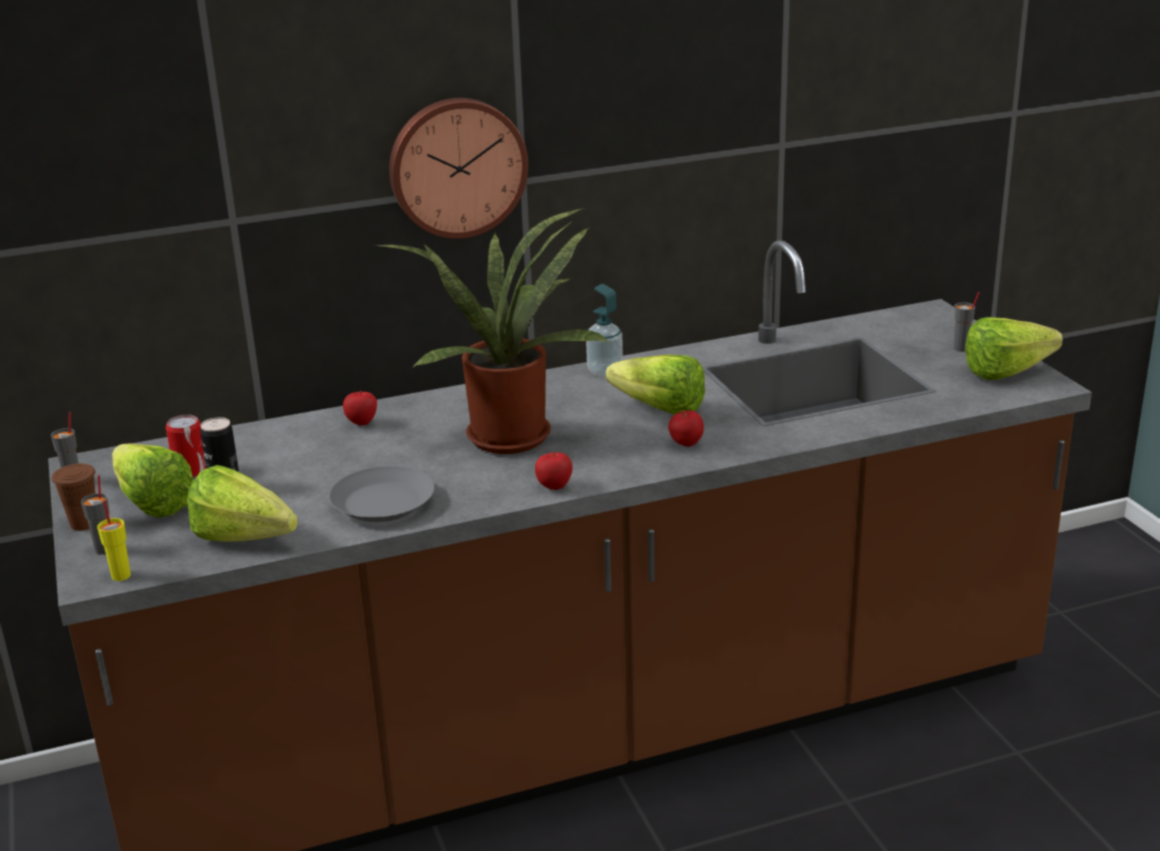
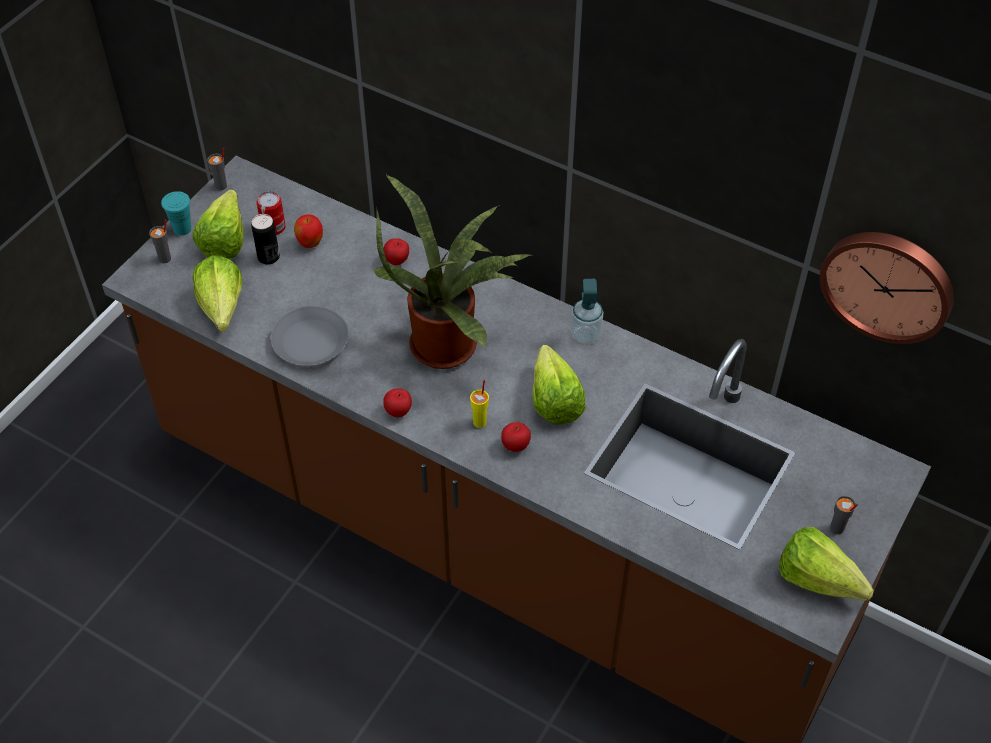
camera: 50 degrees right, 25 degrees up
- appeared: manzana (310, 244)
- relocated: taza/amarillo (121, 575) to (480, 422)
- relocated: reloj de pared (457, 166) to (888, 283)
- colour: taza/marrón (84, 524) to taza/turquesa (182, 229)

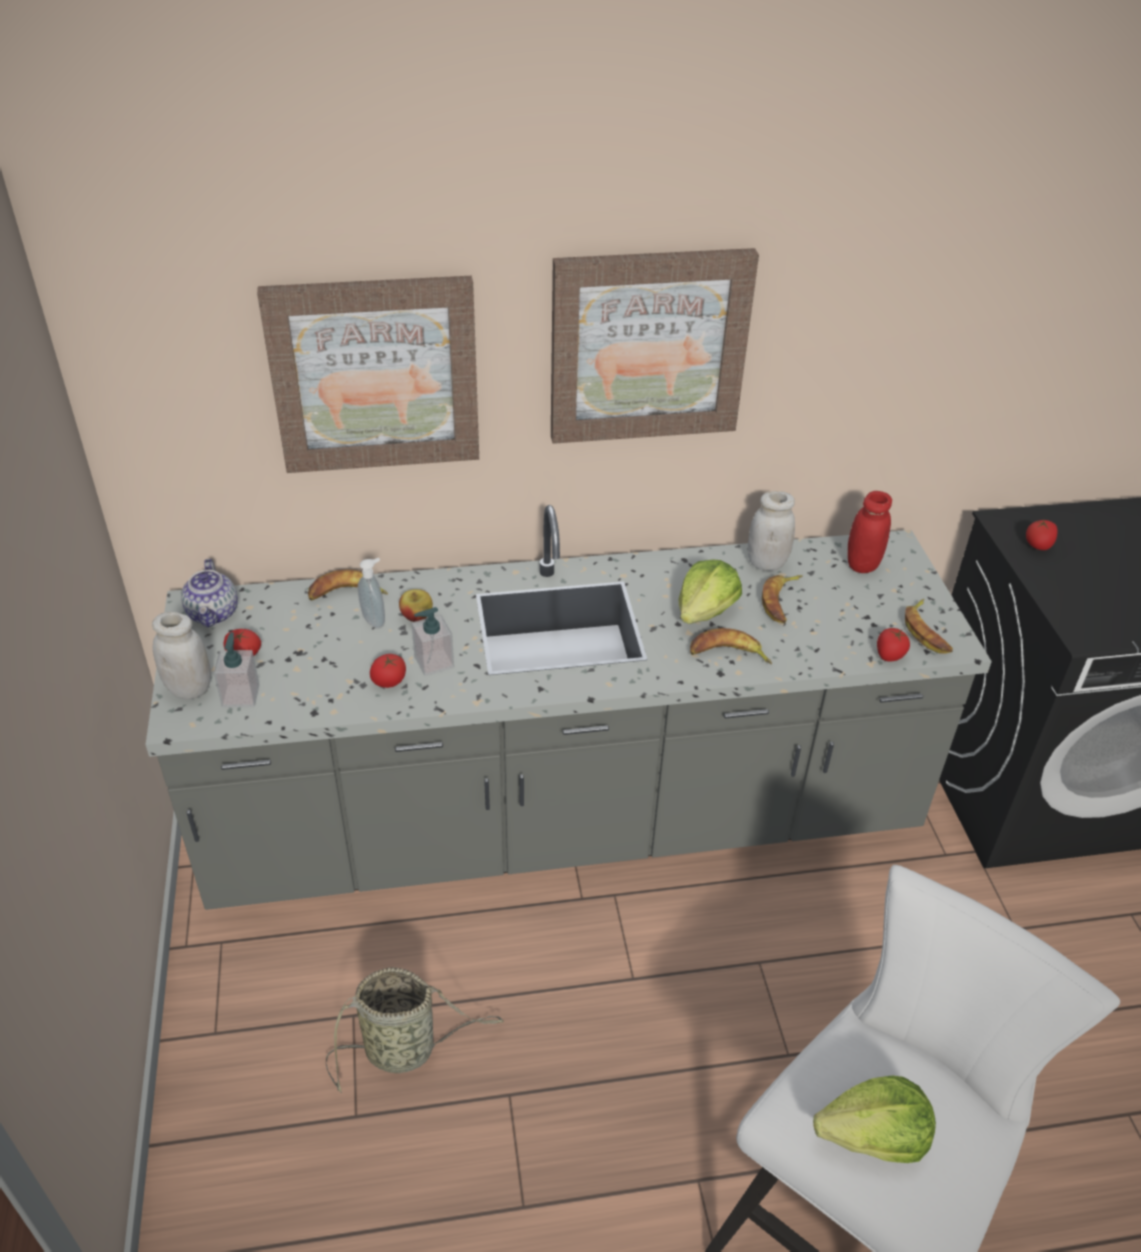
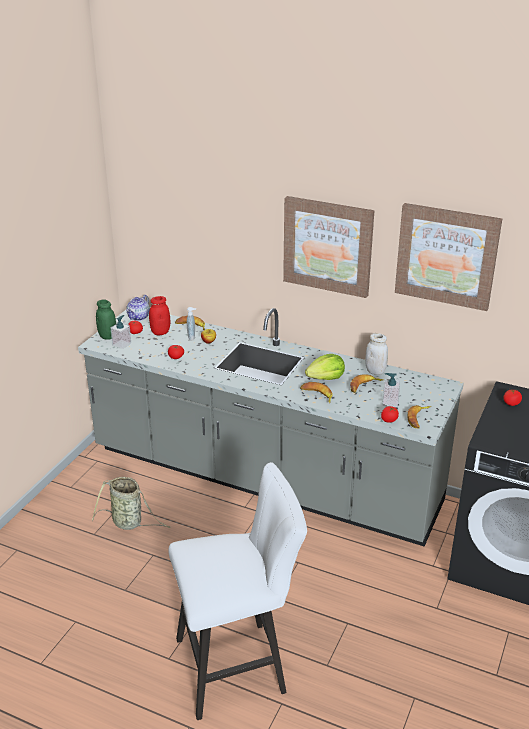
camera: 35 degrees right, 10 degrees down
- missing: lechuga (873, 1137)
- relocated: cuadro (375, 374) to (446, 256)
- relocated: dispensador de jabón (434, 662) to (390, 402)
- relocated: tarro/rojo (862, 564) to (160, 332)
- colour: tarro/blanco (189, 689) to tarro/verde (107, 336)

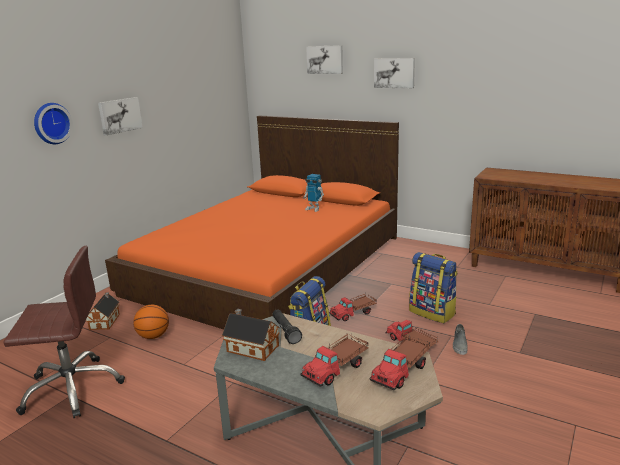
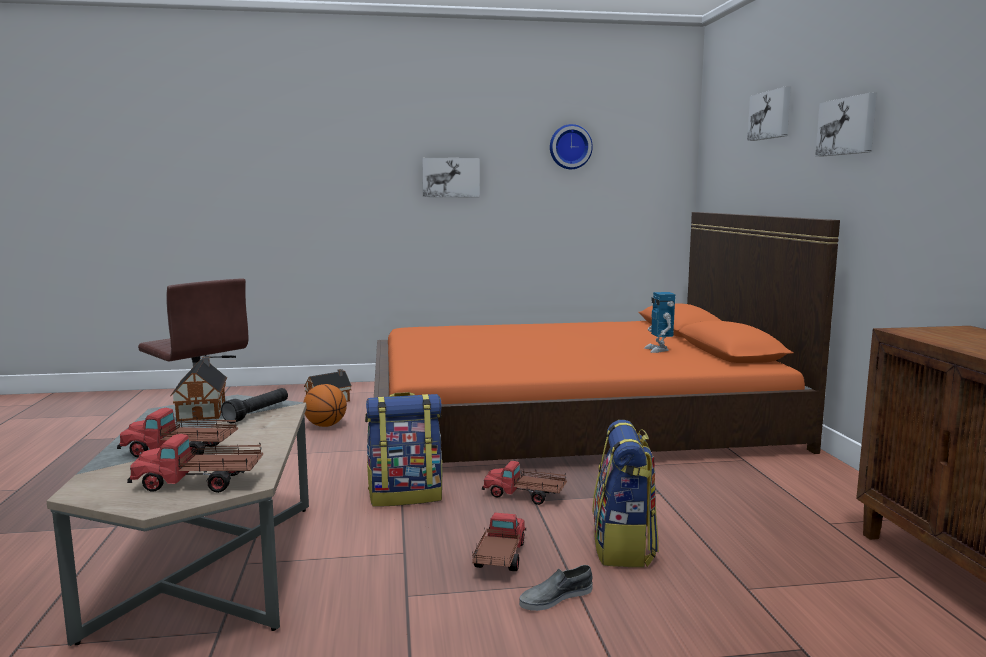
camera: 50 degrees right, 10 degrees down
- relocated: reloj de pared (51, 123) to (570, 147)

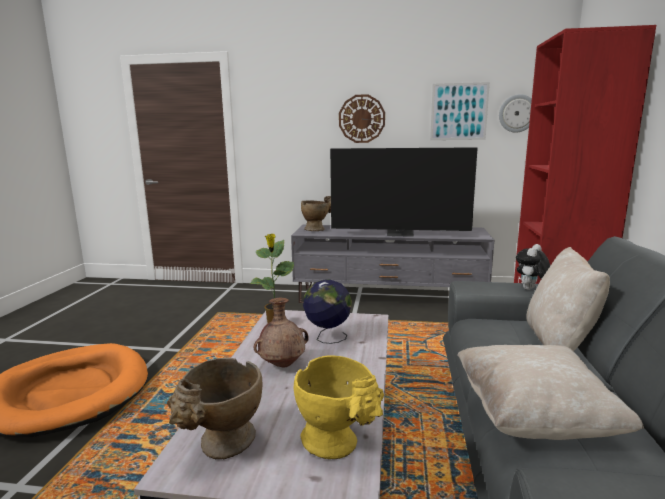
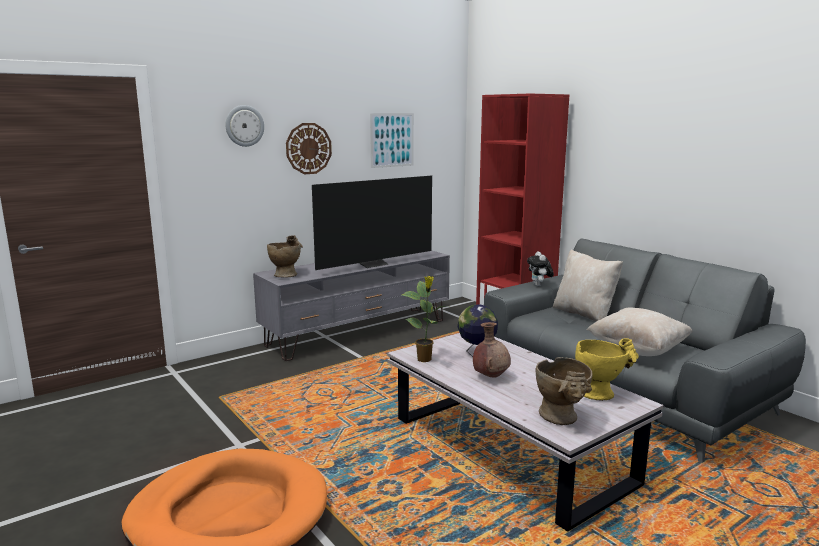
camera: 45 degrees left, 0 degrees up
- relocated: reloj de pared (517, 113) to (244, 126)

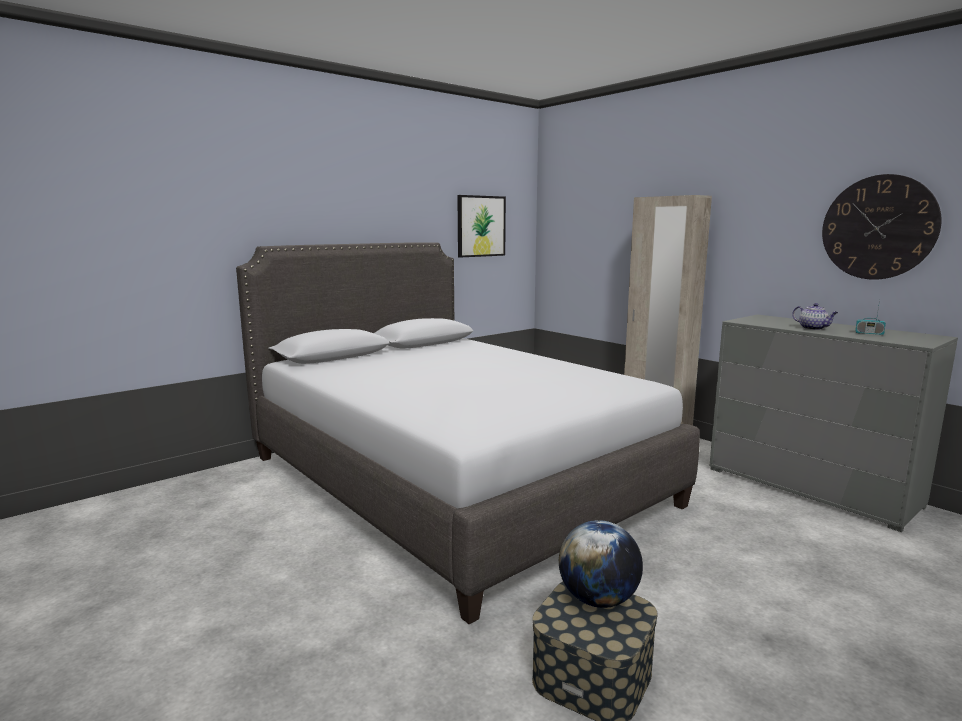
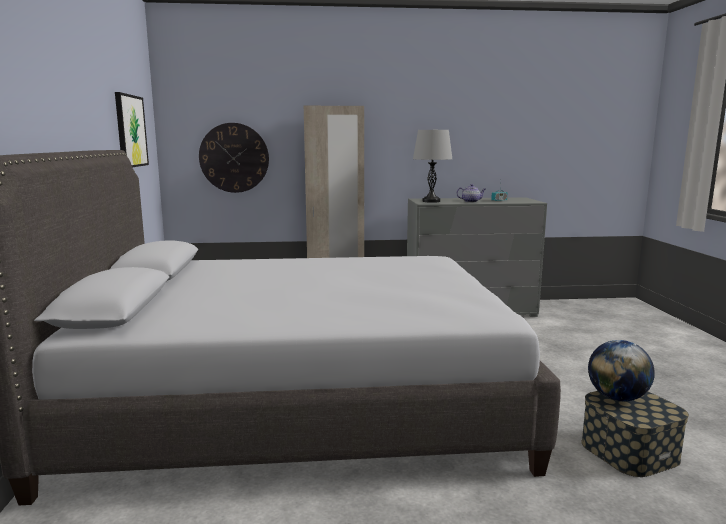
camera: 55 degrees left, 0 degrees up
- appeared: lámpara de mesa/gris (431, 201)
- relocated: reloj de pared (878, 227) to (234, 158)

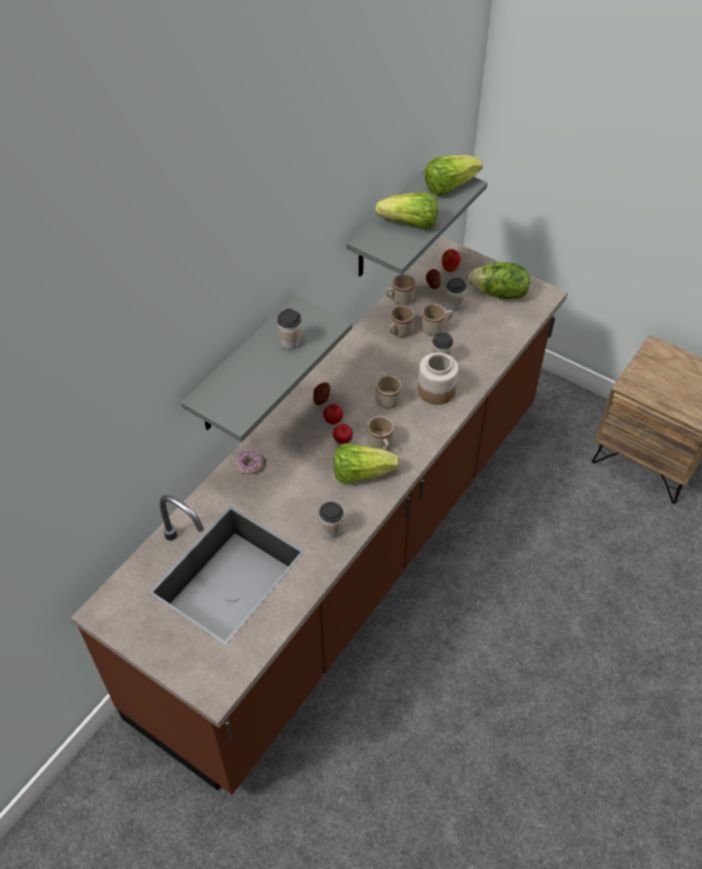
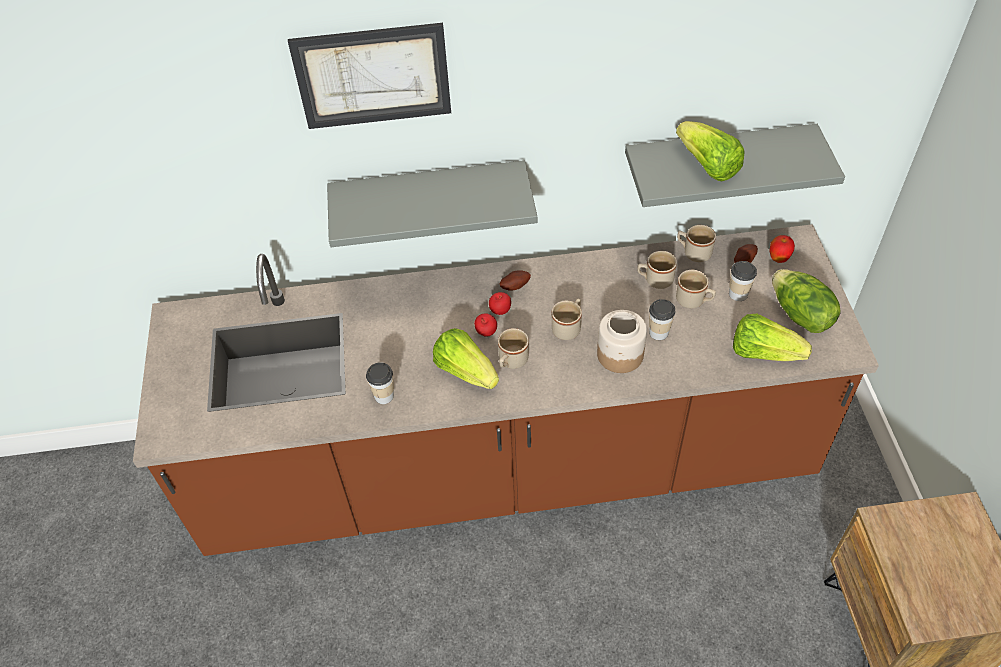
camera: 50 degrees right, 0 degrees up
- missing: rosquilla (249, 465)
- missing: taza (290, 342)
- appeared: cuadro (373, 76)
- relocated: lechuga (449, 186) to (763, 352)

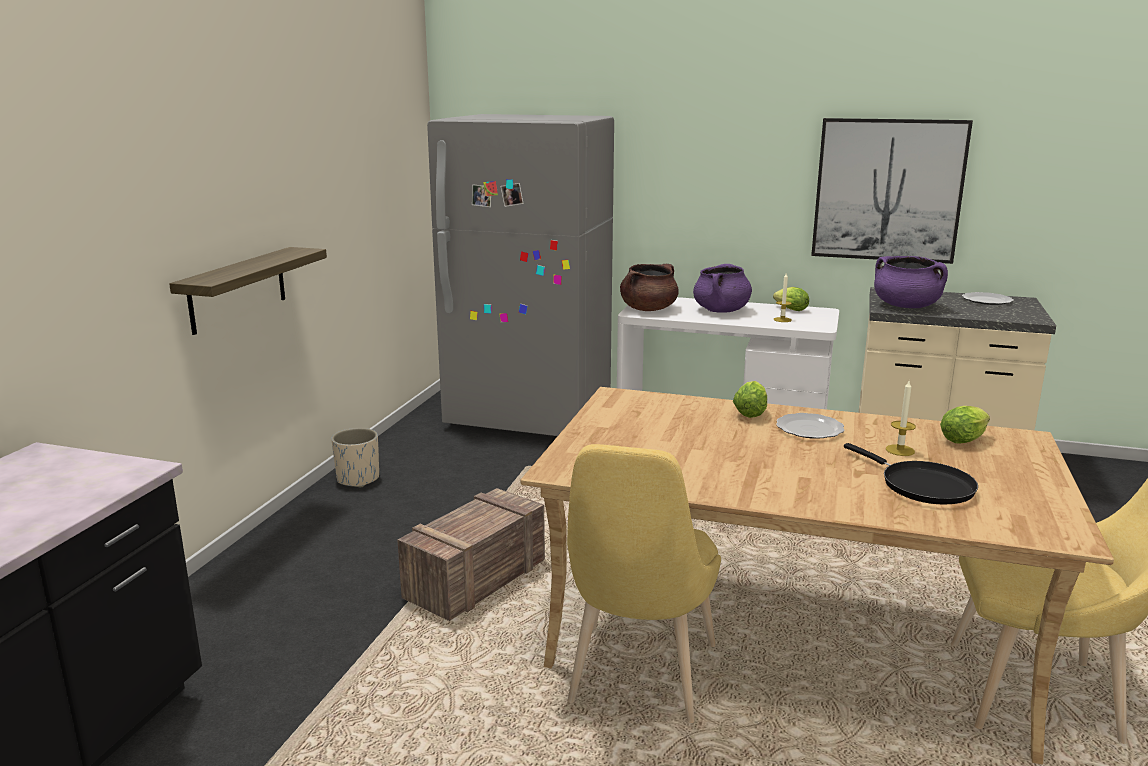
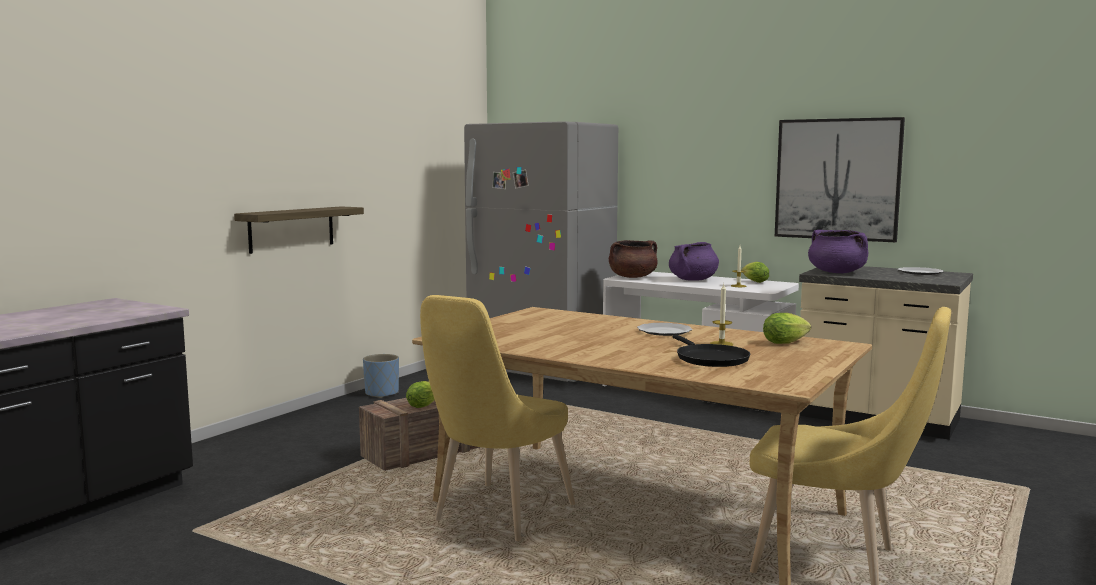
camera: 15 degrees right, 10 degrees down
- relocated: lechuga (751, 412) to (425, 405)
- colour: maceta/beis (358, 479) to maceta/azul (382, 393)

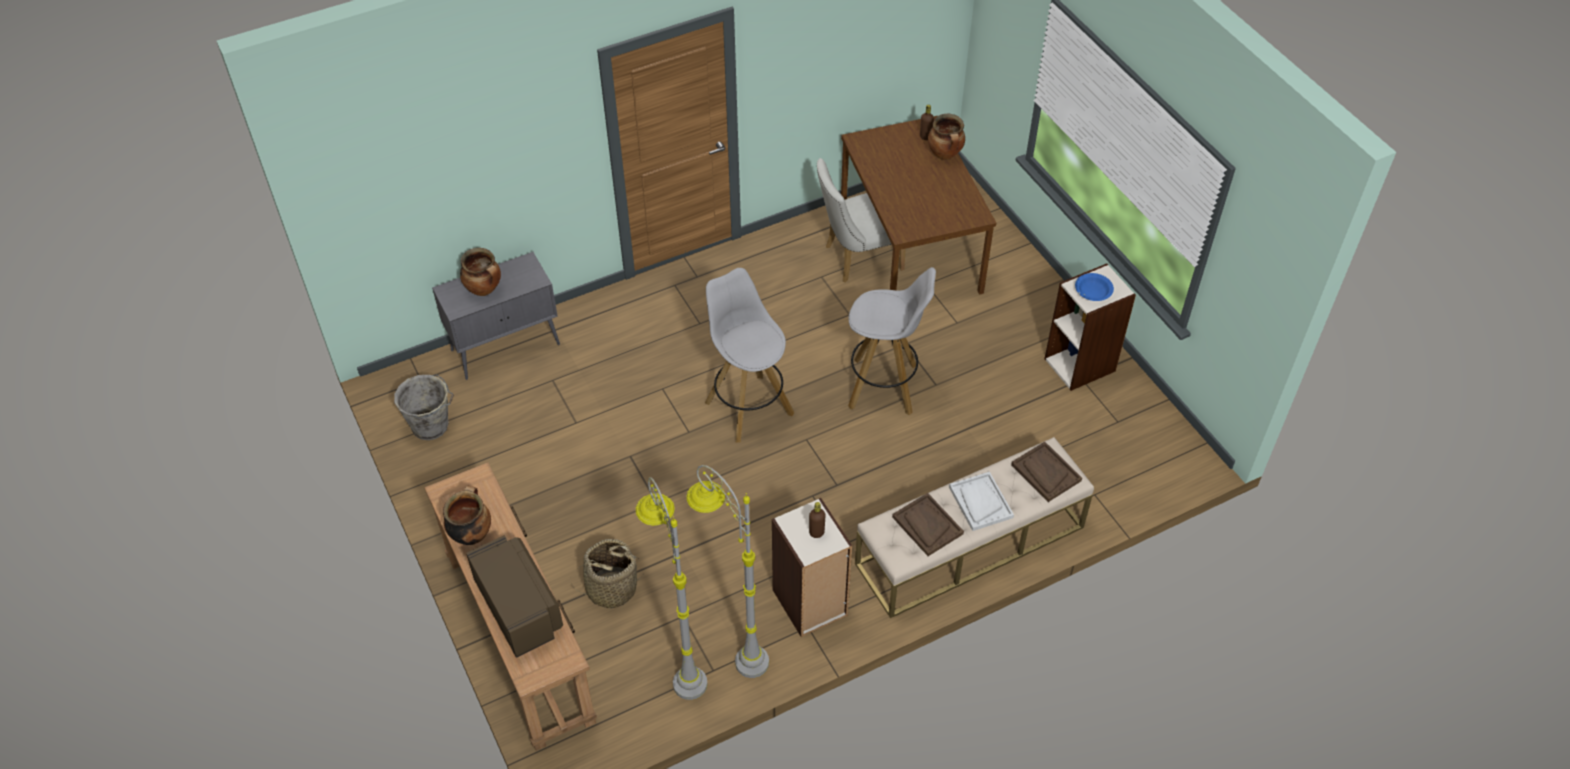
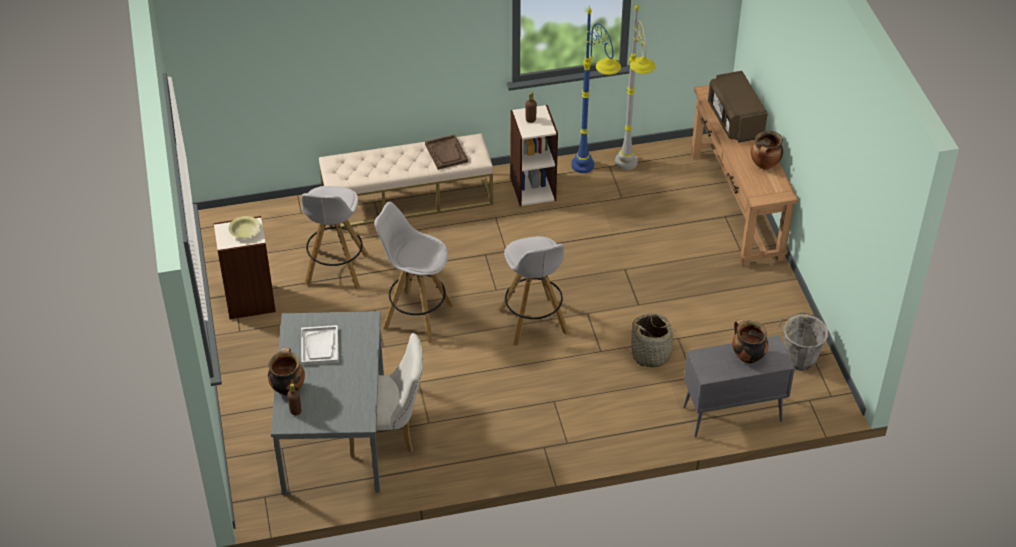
camera: 165 degrees left, 5 degrees down
- missing: bandeja/marrón (1045, 473)
- appeared: taburete/blanco (336, 270)
- relocated: cesta (611, 588) to (651, 354)
- relocated: bandeja/blanco (980, 502) to (320, 346)
- colour: lámpara de pie/gris (732, 643) to lámpara de pie/azul (592, 177)
- colour: mesa de comedor/marrón (909, 248) to mesa de comedor/gris (335, 433)
- colour: cuenco/azul (1093, 291) to cuenco/amarillo (245, 231)

